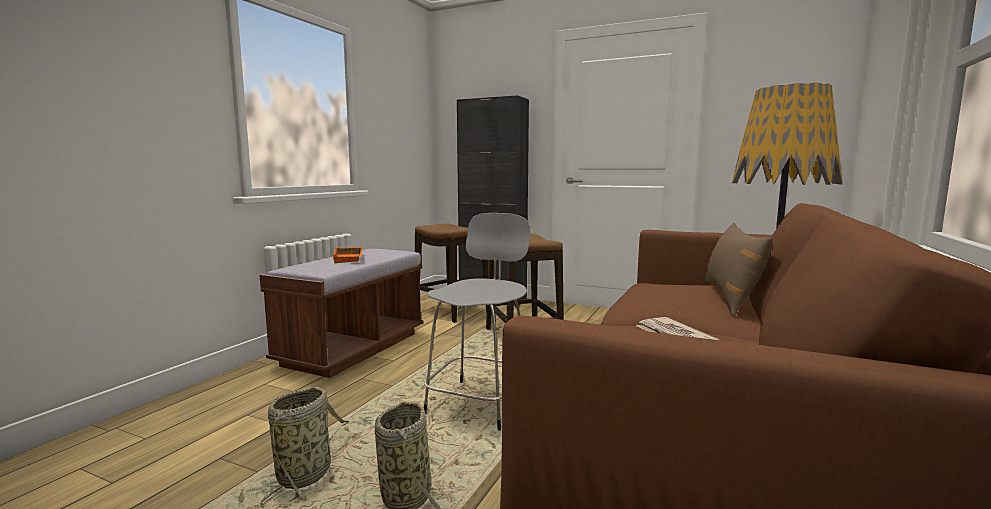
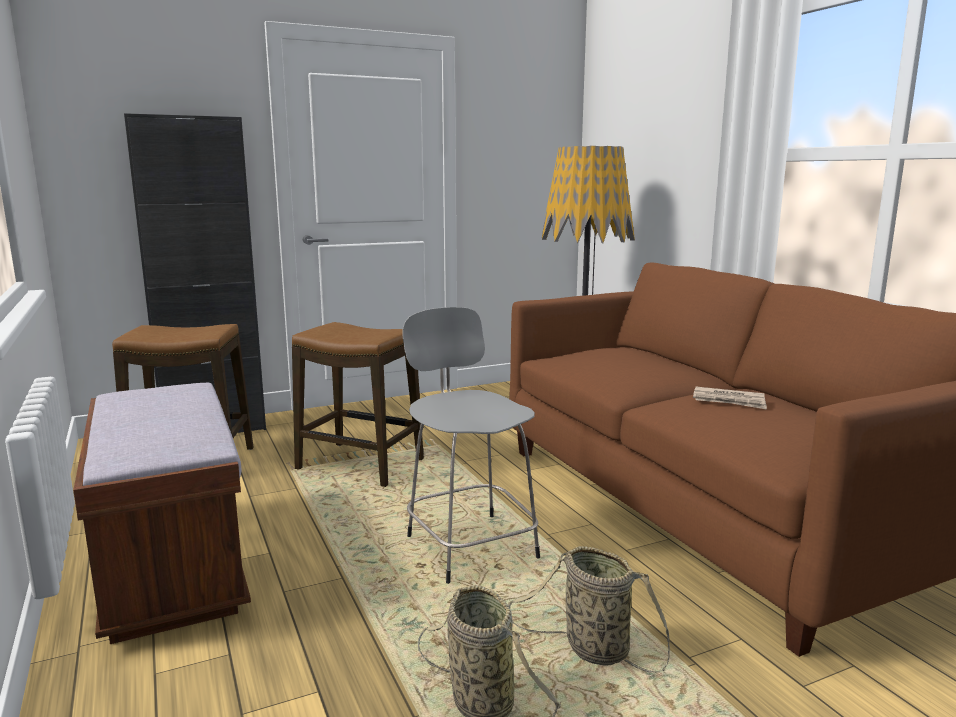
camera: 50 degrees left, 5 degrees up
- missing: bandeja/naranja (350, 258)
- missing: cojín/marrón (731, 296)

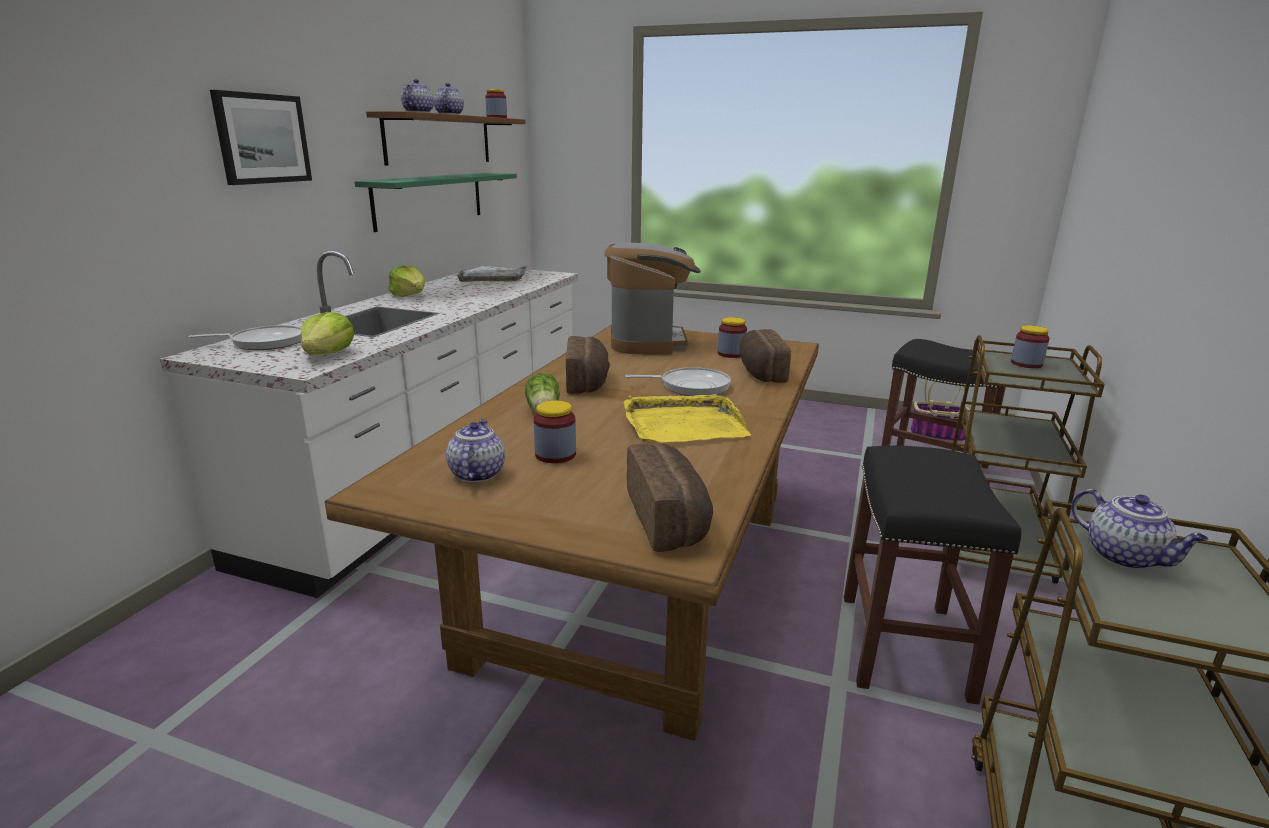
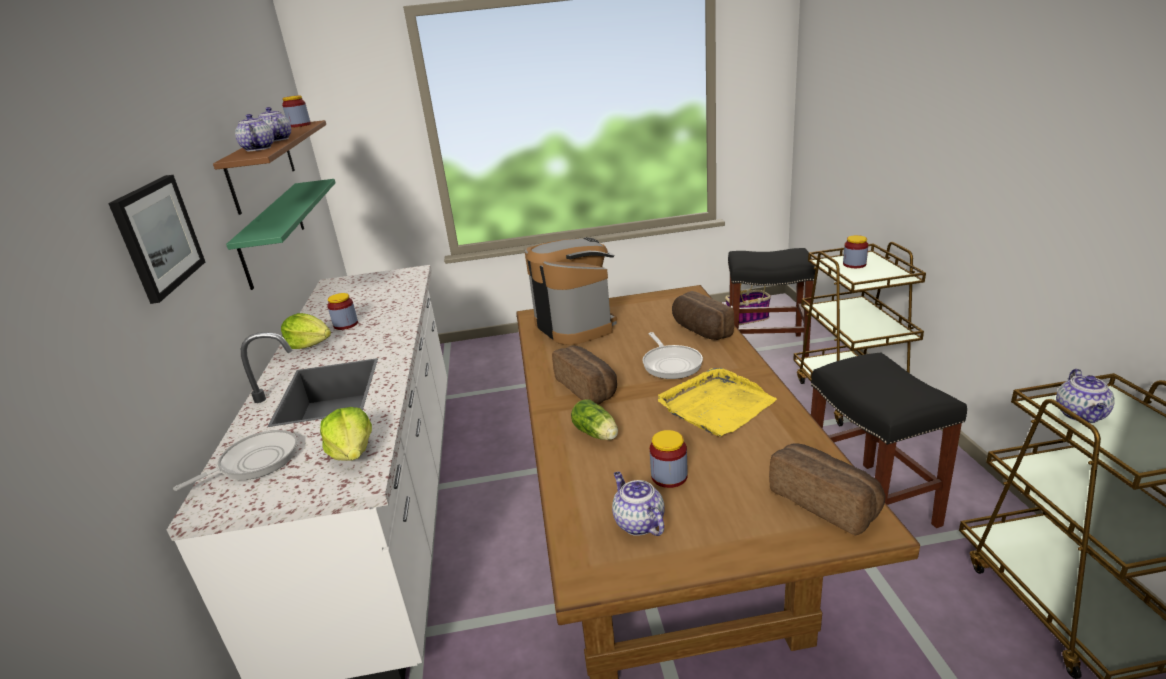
camera: 25 degrees left, 5 degrees up
- missing: bandeja/gris (493, 277)
- relocated: tarro (731, 354) to (346, 324)
- spun: sartén (690, 386) = (671, 364) 105 degrees clockwise
- spun: tetera (1126, 557) = (1081, 415) 75 degrees clockwise

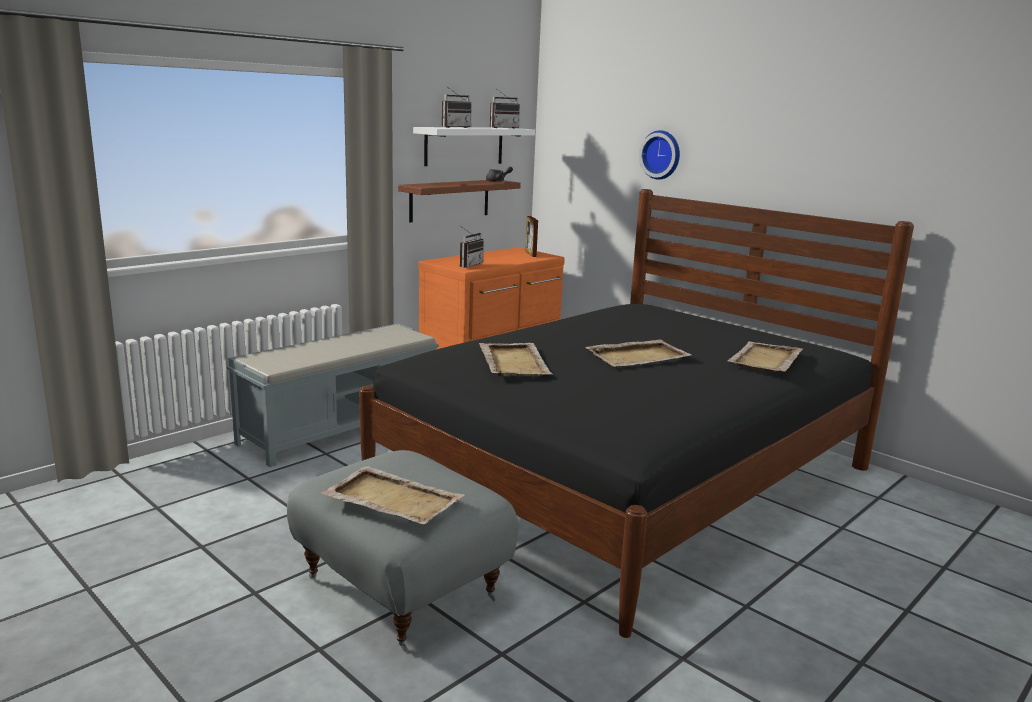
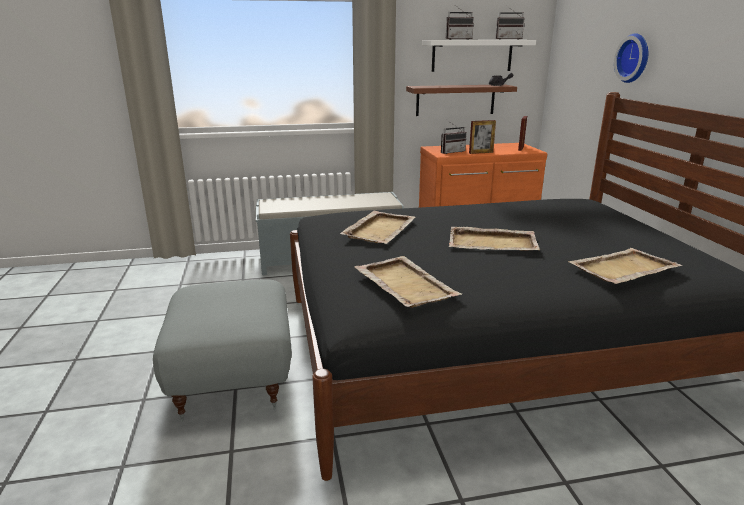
camera: 35 degrees right, 5 degrees up
- appeared: portarretratos (481, 152)
- relocated: bandeja/beis (391, 499) to (404, 284)

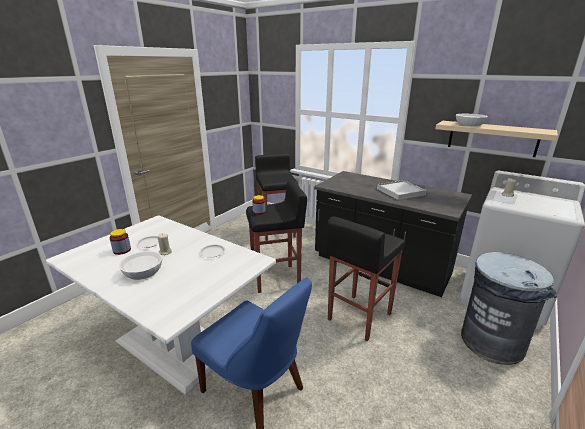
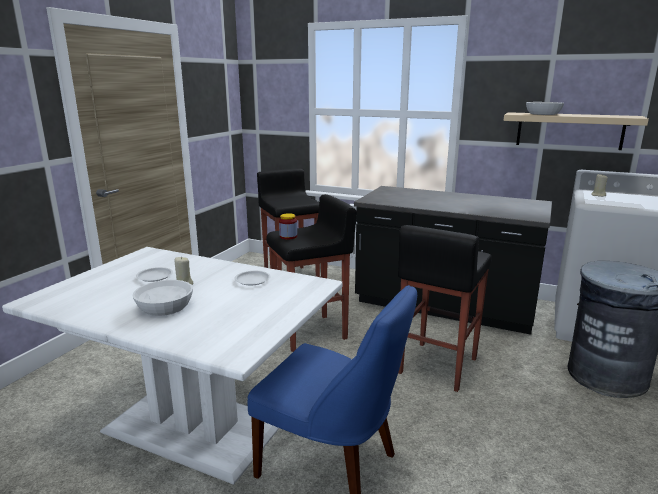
camera: 10 degrees left, 5 degrees down
- missing: tarro (122, 250)
- missing: bandeja/blanco (400, 192)

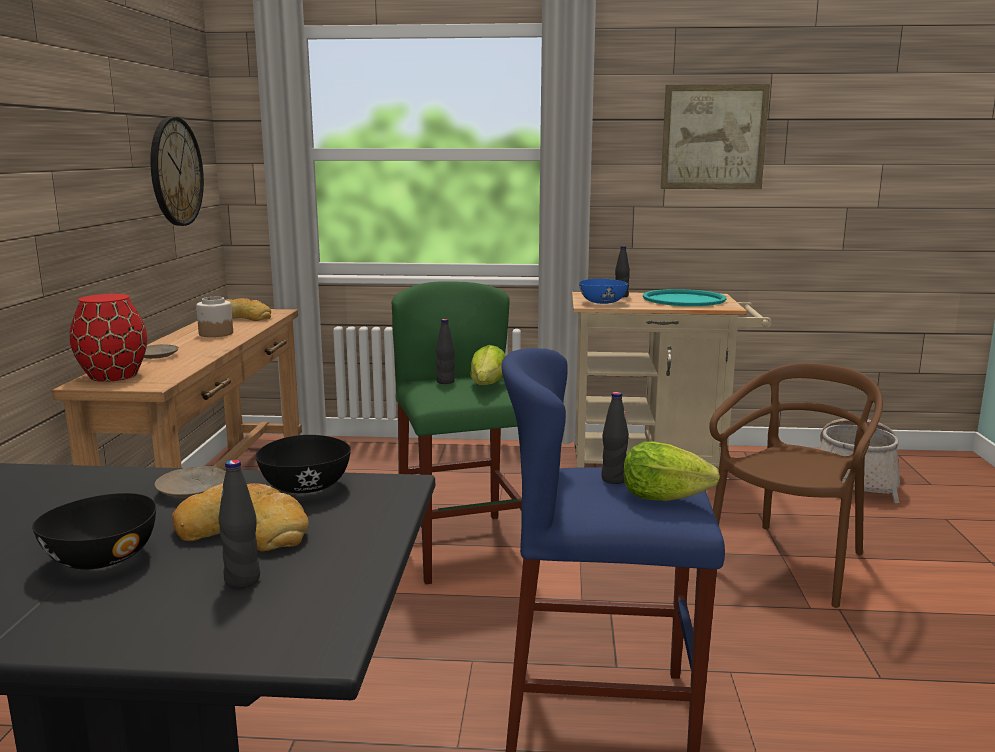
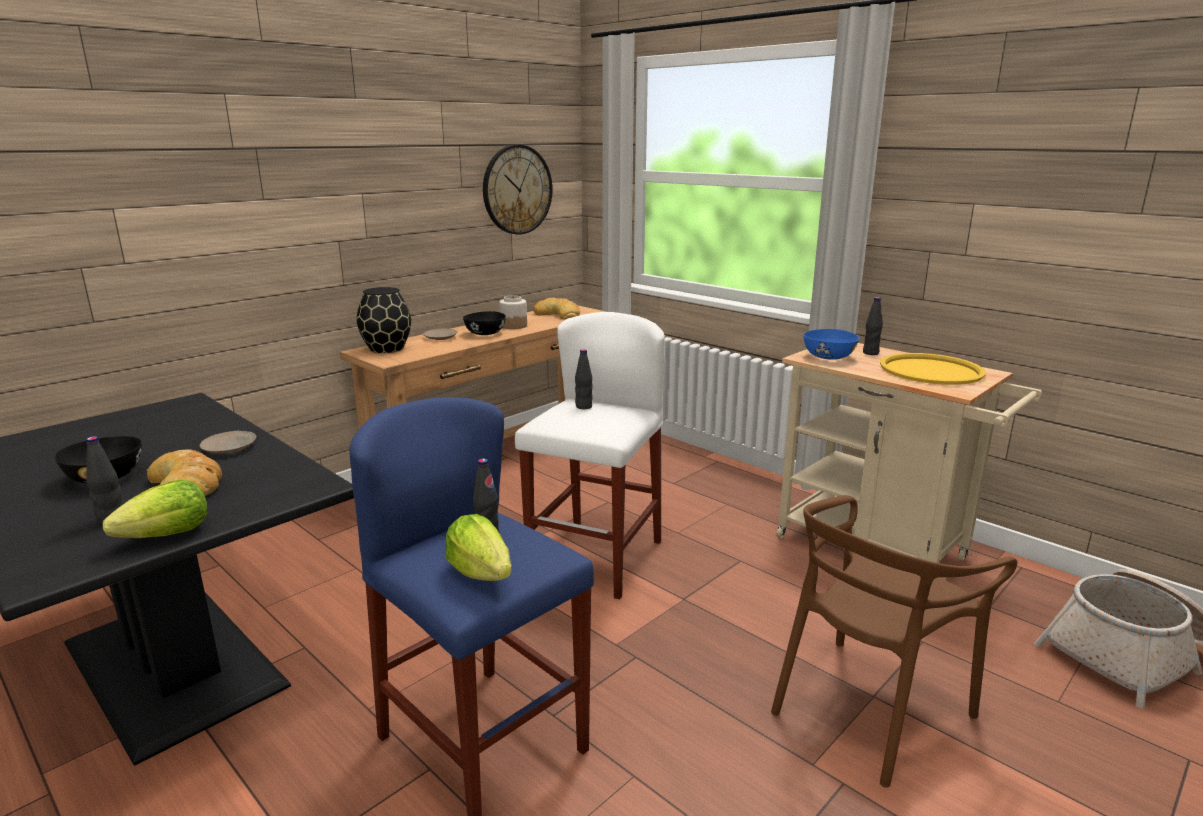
camera: 40 degrees right, 5 degrees up
- missing: cuadro (713, 137)
- relocated: cuenco/negro (306, 487) to (485, 333)
- relocated: lechuga (488, 385) to (168, 535)
- colour: florero/rojo (114, 375) to florero/negro (387, 348)
- colour: taburete/verde (463, 548) to taburete/blanco (596, 558)
- colour: bandeja/turquesa (683, 299) to bandeja/amarillo (930, 370)
- spun: silla/marrón (789, 563) = (868, 708) 150 degrees clockwise

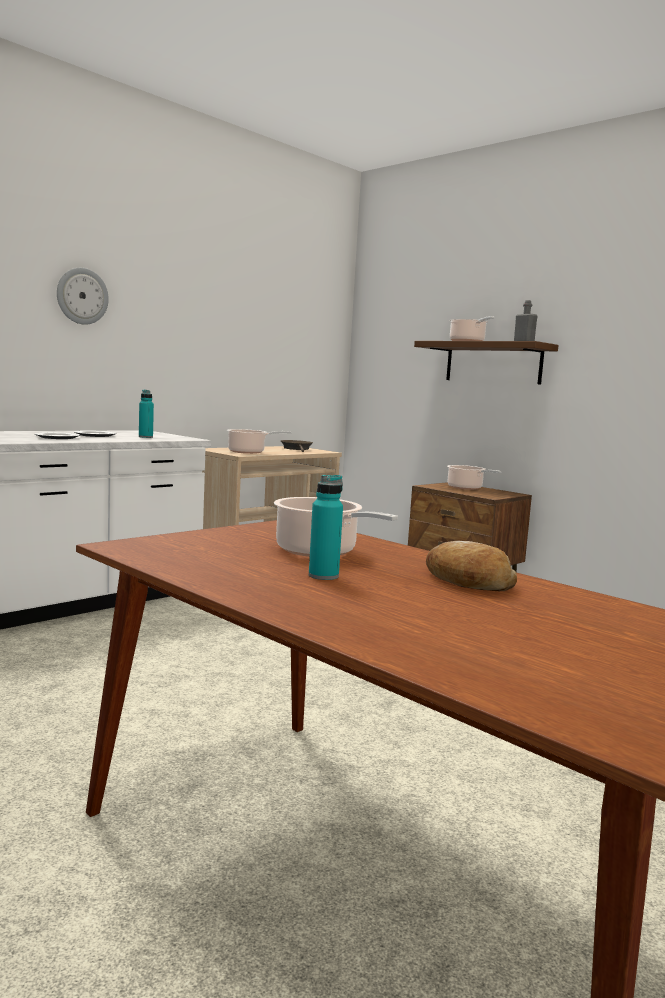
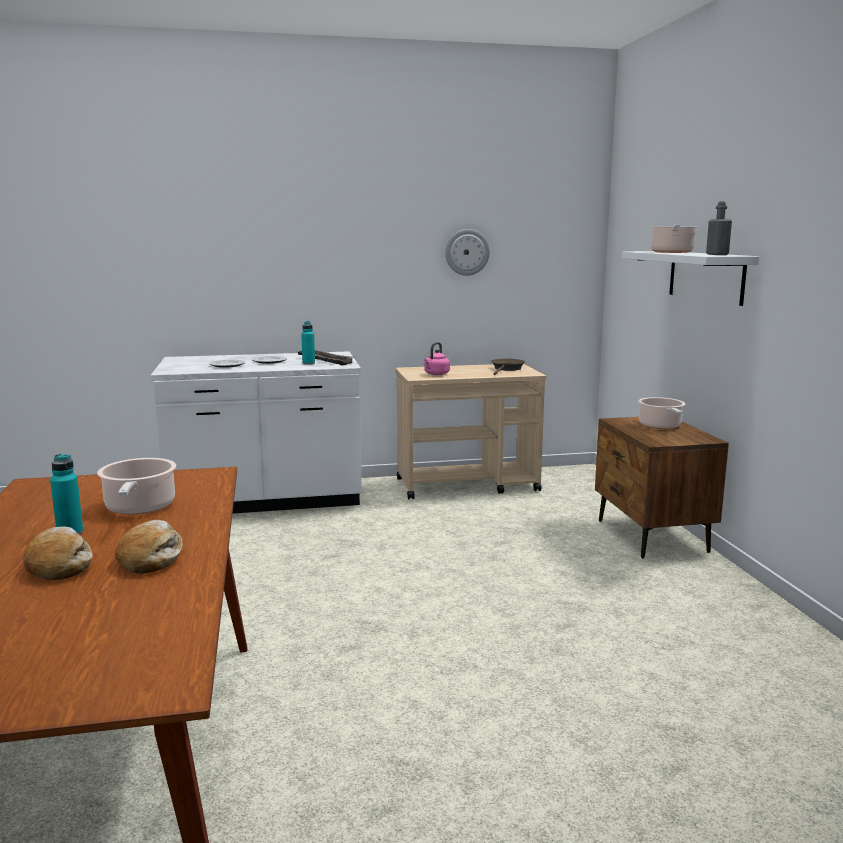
camera: 35 degrees right, 5 degrees up
- appeared: pan (59, 565)
- appeared: bandeja (324, 360)
- relocated: reloj de pared (82, 296) to (467, 252)
- exchanged: olla (249, 452) to hervidor/rosa (436, 374)
- colour: estante/marrón (493, 363) to estante/blanco (705, 276)

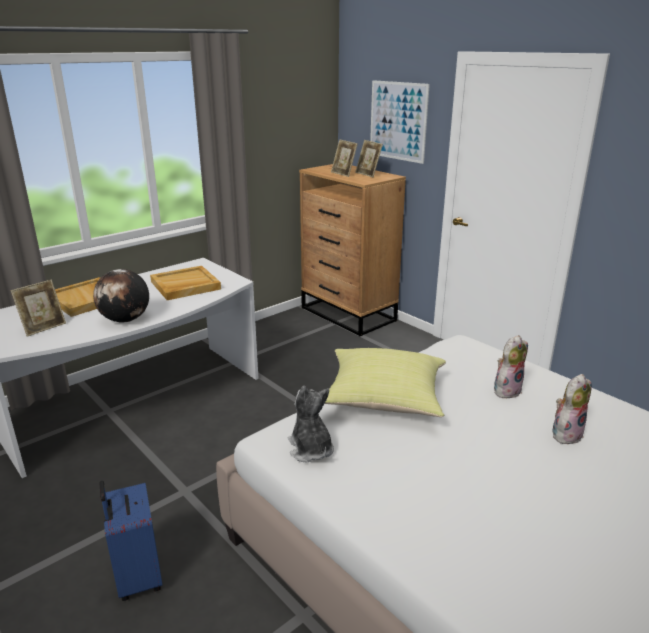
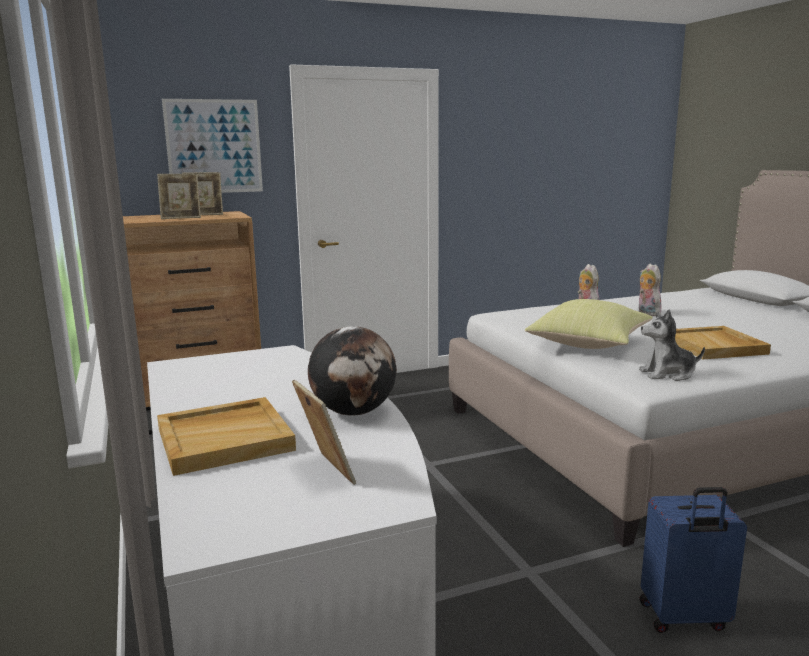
camera: 70 degrees left, 10 degrees down
- relocated: bandeja/beis (185, 285) to (714, 346)

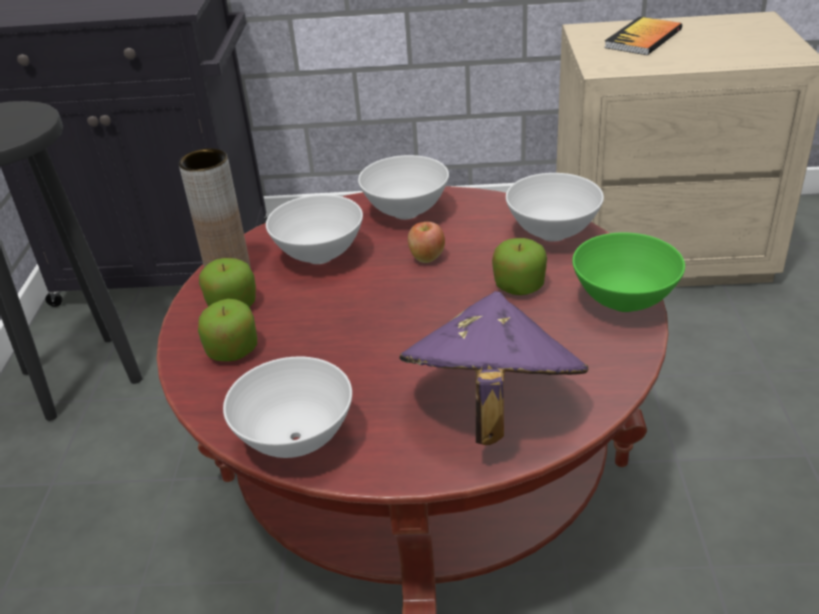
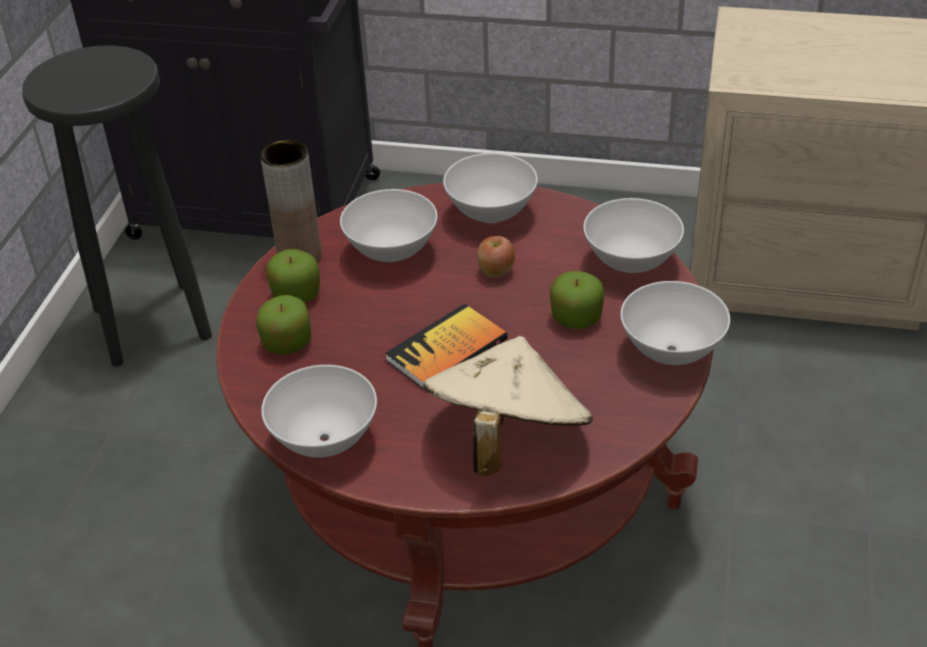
camera: 10 degrees right, 5 degrees up
- relocated: libro (643, 38) to (447, 350)
- colour: sombrero/morado (491, 407) to sombrero/beis (506, 439)
- colour: cuenco/verde (625, 302) to cuenco/blanco (672, 352)

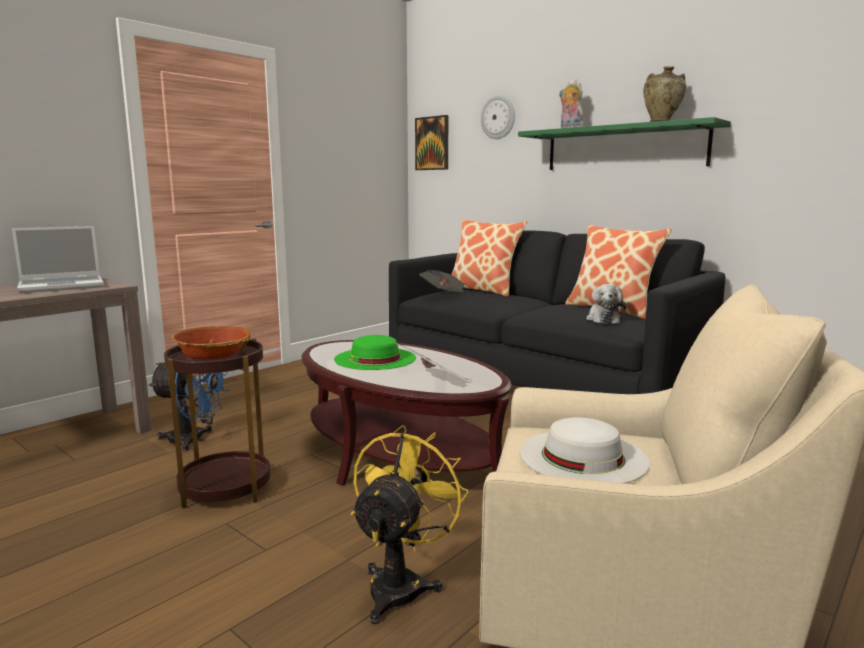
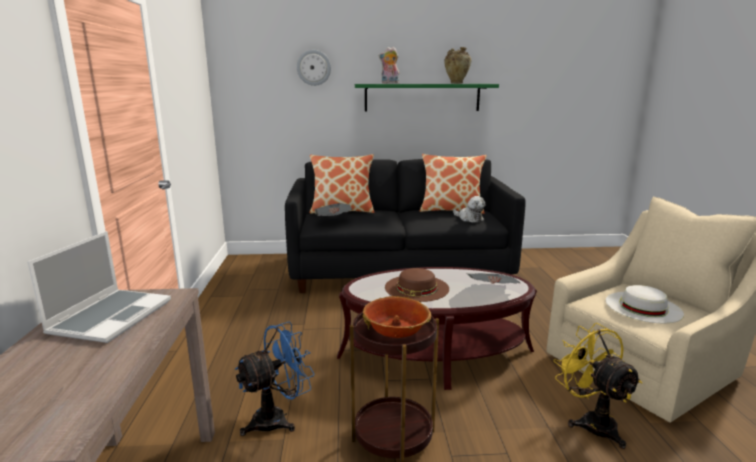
camera: 45 degrees left, 5 degrees up
- missing: cuadro (432, 143)
- colour: sombrero/verde (375, 358) to sombrero/marrón (416, 288)

